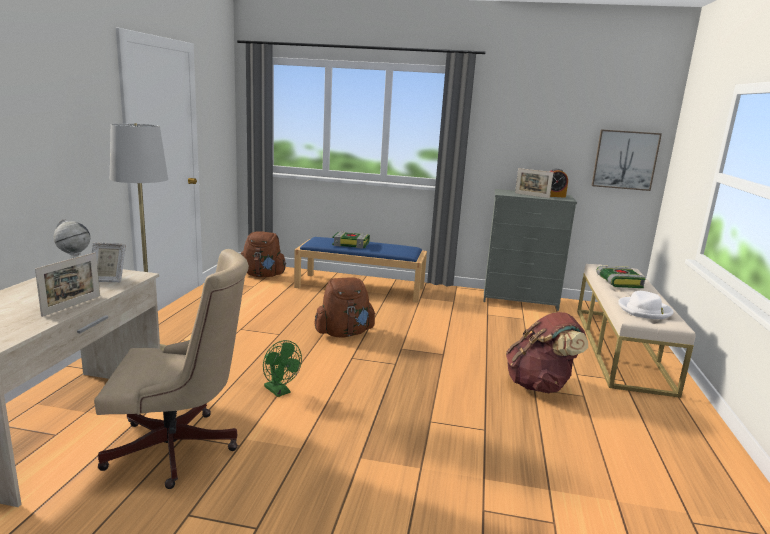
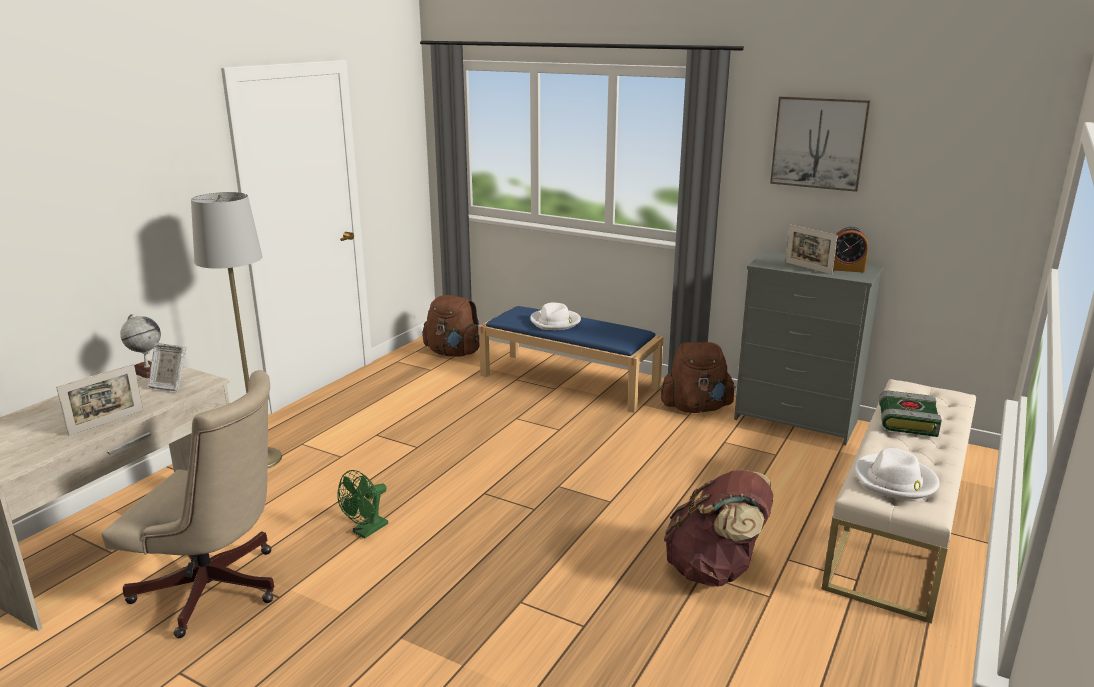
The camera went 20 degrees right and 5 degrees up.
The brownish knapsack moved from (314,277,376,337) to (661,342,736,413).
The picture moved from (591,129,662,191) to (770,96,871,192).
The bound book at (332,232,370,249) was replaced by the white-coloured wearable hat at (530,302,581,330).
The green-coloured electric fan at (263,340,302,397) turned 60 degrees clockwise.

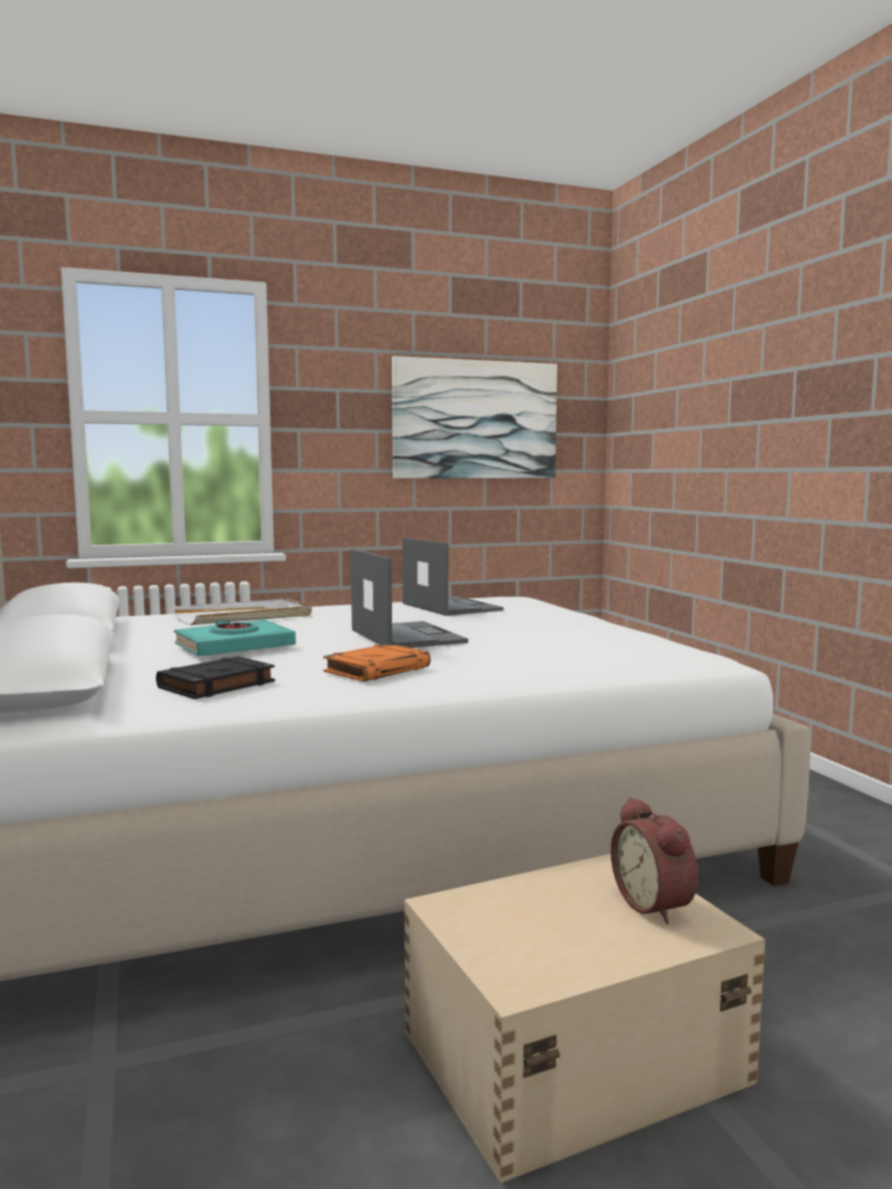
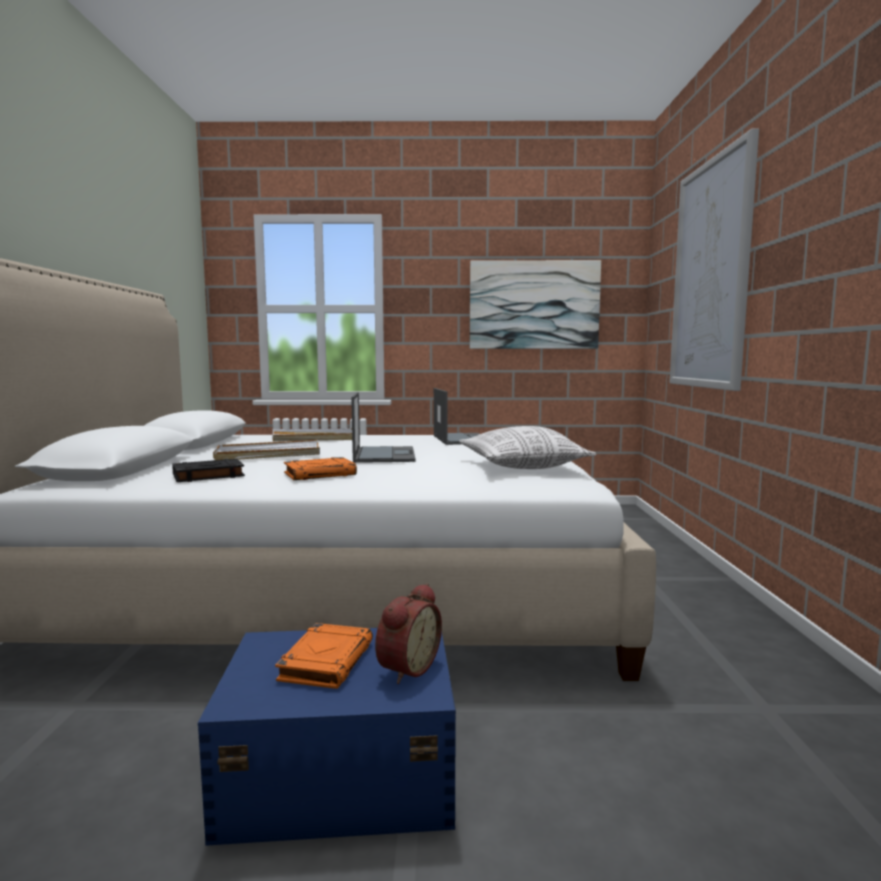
The camera went 20 degrees right and 0 degrees up.
The orange-coloured bound book at (275,623,373,689) appeared.
The throw pillow at (459,426,596,469) appeared.
The picture at (669,129,759,391) appeared.
The blue-green bound book at (174,620,296,656) was replaced by the white-coloured carrying tray at (213,440,320,460).
The beige-coloured storage box at (404,854,765,1183) became the bluish storage box at (198,628,456,846).
The bedside clock at (611,797,698,924) turned 150 degrees counterclockwise.

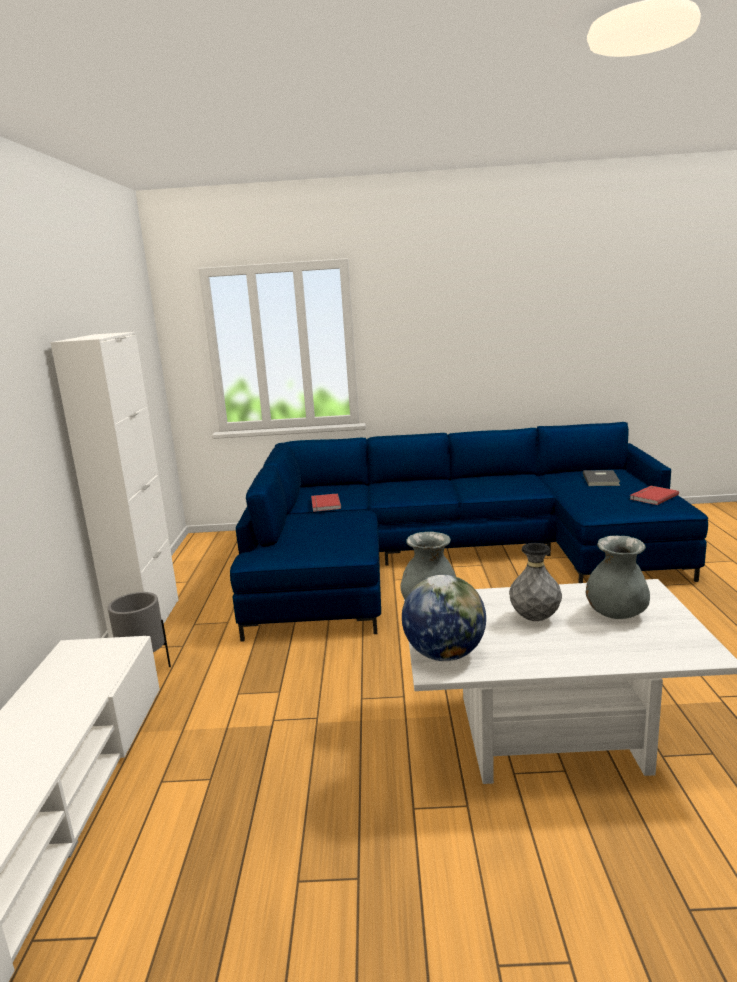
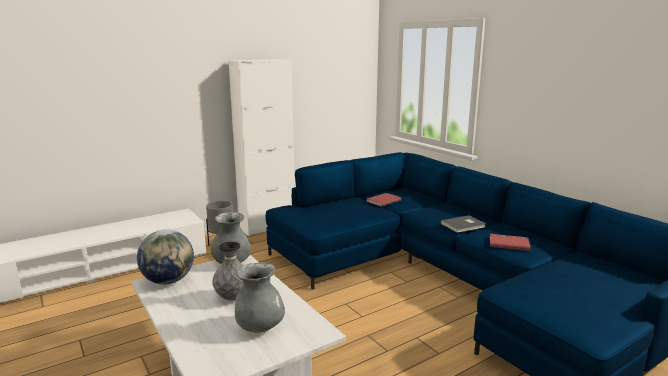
The camera went 55 degrees right and 0 degrees up.
The grey bound book moved from (583,470,620,486) to (441,215,486,233).
The reddish bound book moved from (630,486,679,505) to (490,234,531,251).

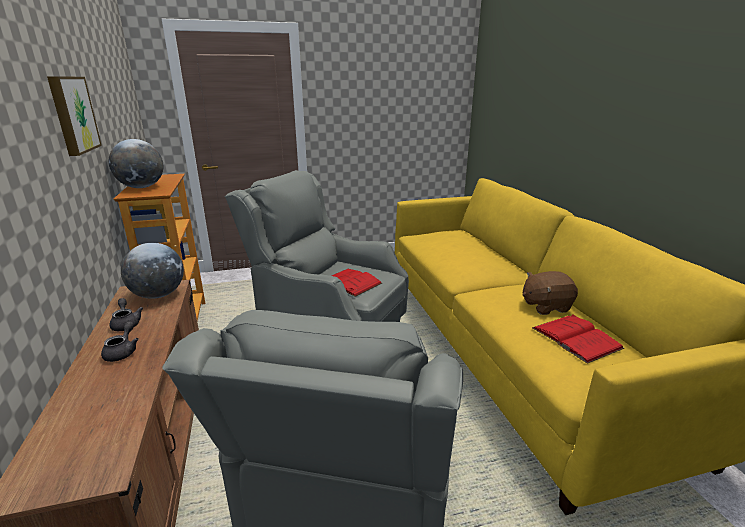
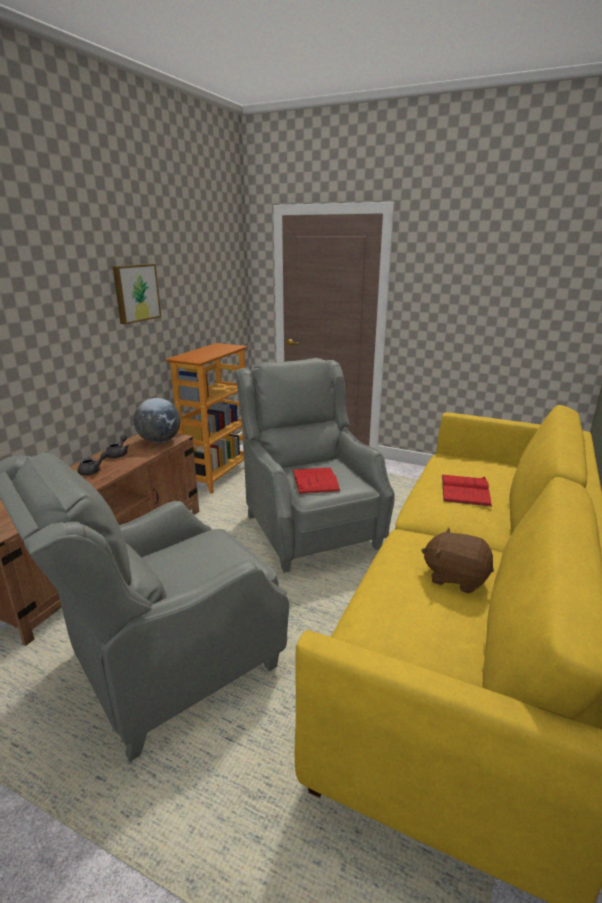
The camera went 40 degrees right and 0 degrees up.
The desk globe at (109,139,163,188) disappeared.
The reddish bound book moved from (532,314,624,364) to (442,475,492,507).

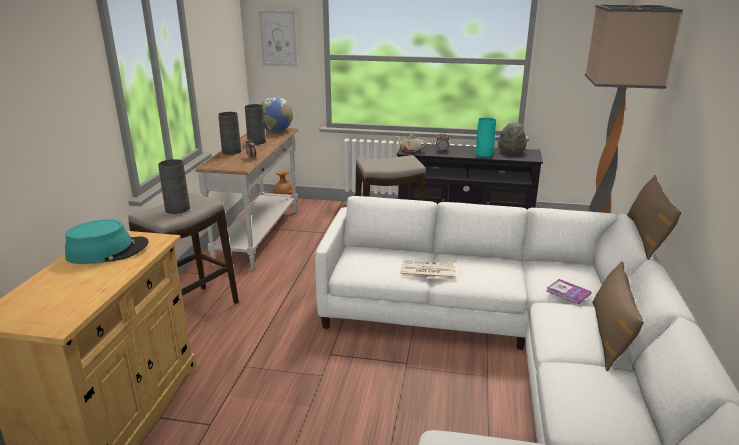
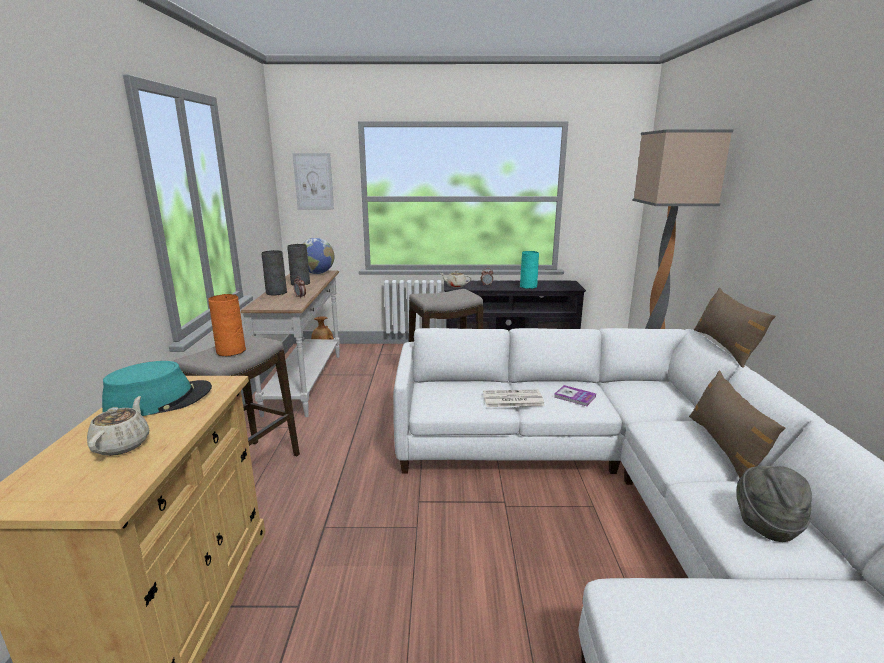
The camera went 10 degrees left and 5 degrees down.
The beige-coloured pot for tea at (87,396,149,456) appeared.
The grey wearable hat moved from (498,122,527,155) to (736,466,812,542).
The bound book moved from (547,279,592,304) to (555,385,596,406).
The grey decorative vase at (158,159,190,214) became the orange-coloured decorative vase at (208,294,246,357).

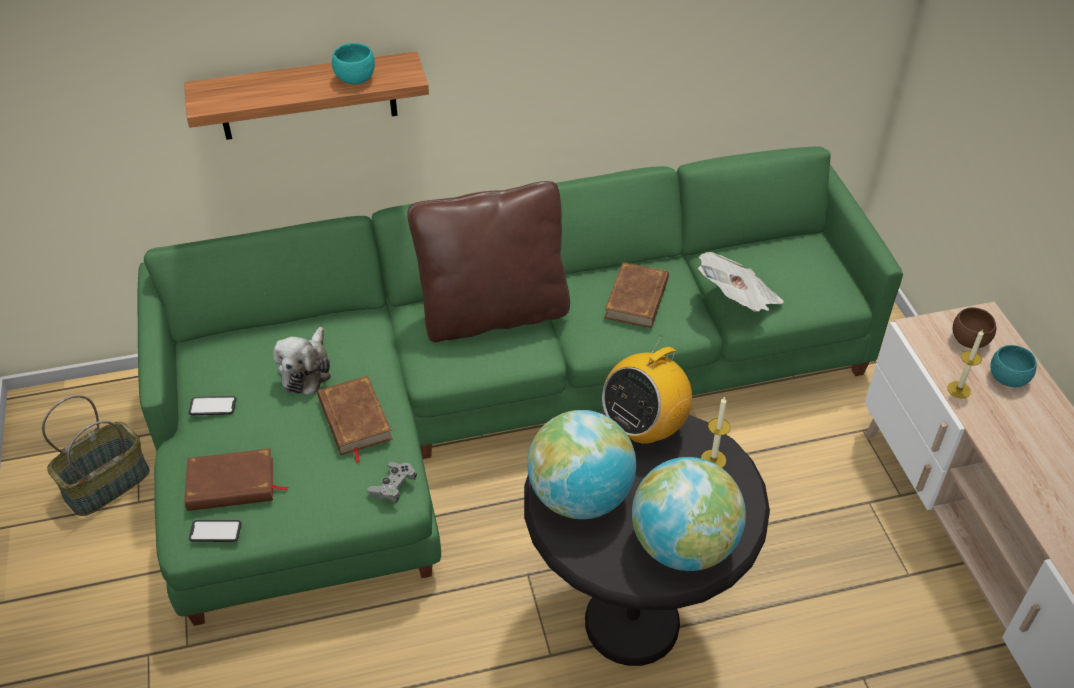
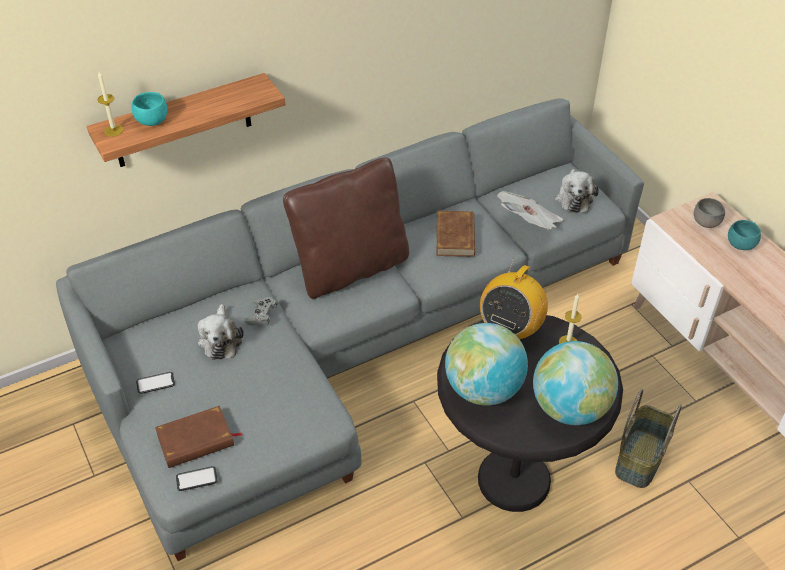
The camera went 15 degrees left and 0 degrees up.
The brownish bound book at (317,376,393,463) disappeared.
The plush toy at (555,169,599,213) appeared.
The storage basket moved from (42,395,150,516) to (615,389,682,488).
The blue-green bowl moved from (332,43,375,84) to (132,92,167,126).
The grey gamepad moved from (367,462,417,503) to (245,297,277,326).
The candle moved from (947,329,984,399) to (98,71,123,137).
The green-coloured couch at (138,147,903,626) became the grey couch at (56,98,644,561).
The brownish bowl at (953,307,996,348) became the grey bowl at (694,198,725,228).

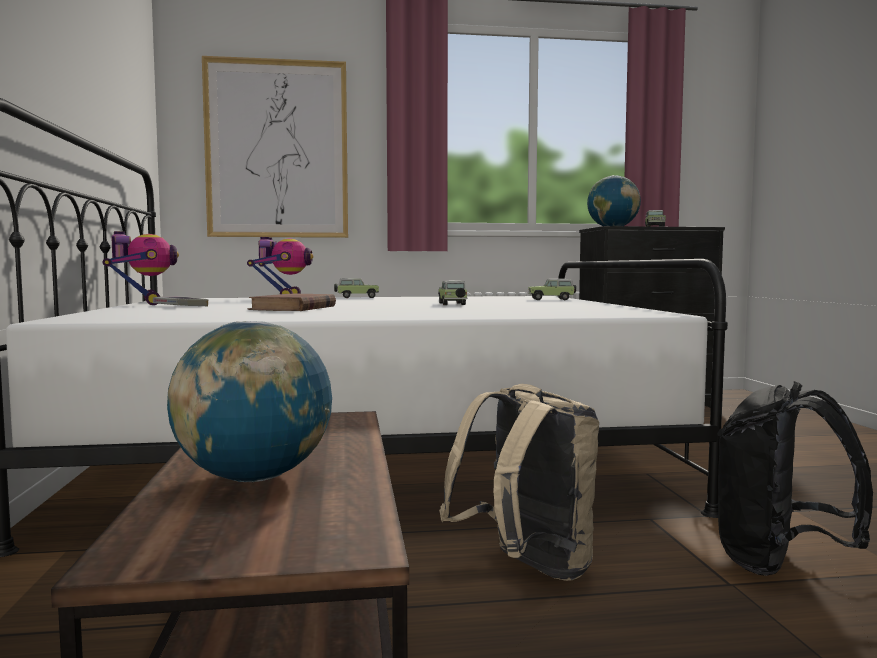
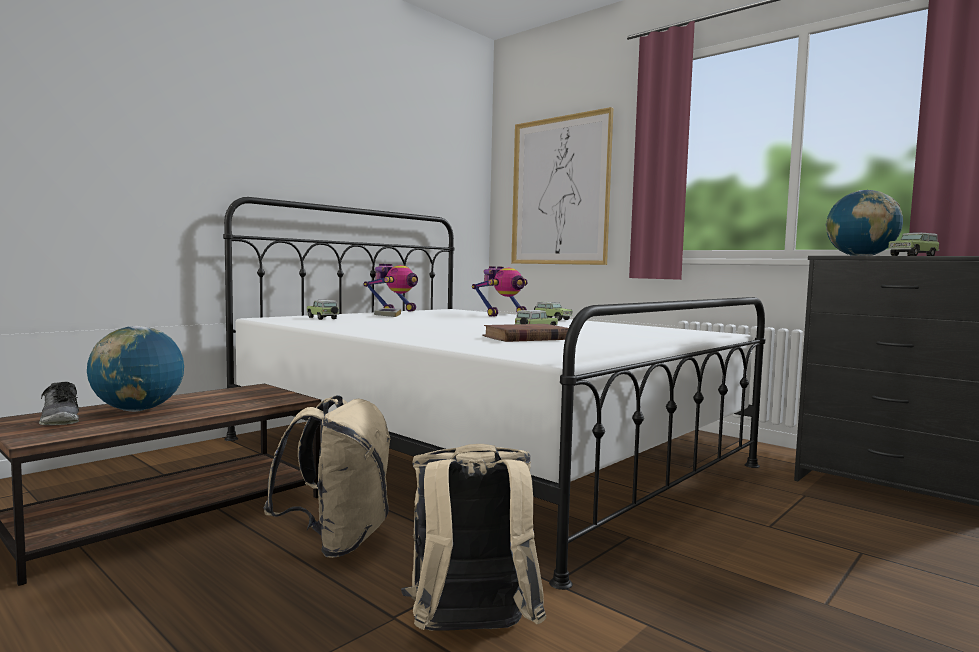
The camera went 50 degrees right and 0 degrees up.
The shoe at (39,382,79,425) appeared.
The brownish bound book moved from (247,294,336,311) to (482,324,569,342).
The toy car moved from (528,279,576,300) to (307,300,340,320).
The black-coloured knapsack at (718,381,873,576) became the beige-coloured knapsack at (401,444,547,631).

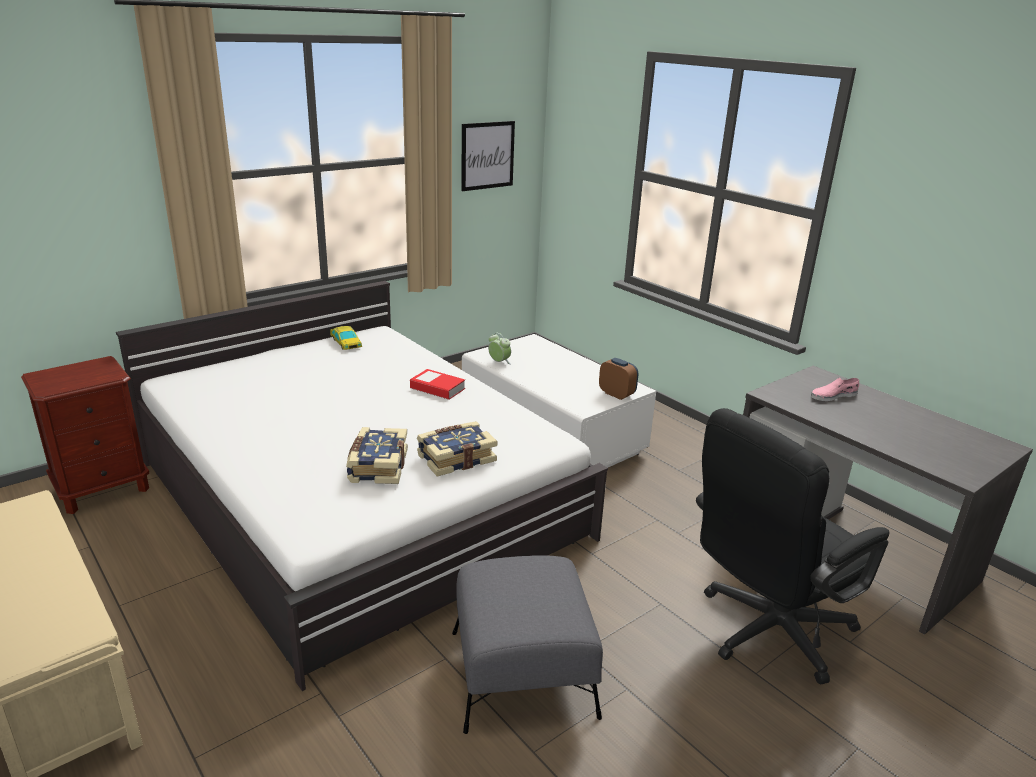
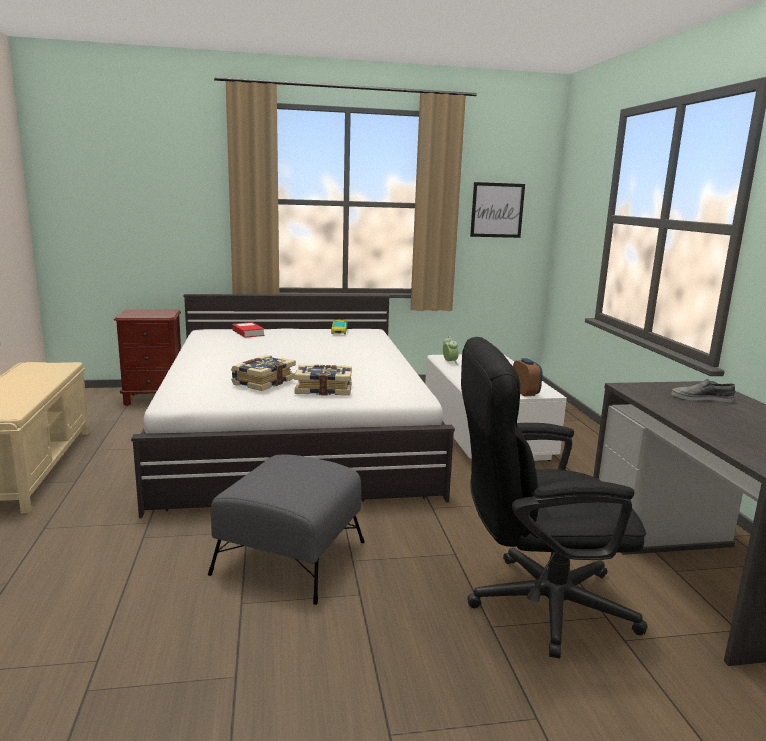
The camera went 30 degrees right and 10 degrees down.
The bound book moved from (410,369,465,400) to (233,322,265,338).
The pink-coloured shoe at (811,378,859,401) became the grey shoe at (671,379,735,402).

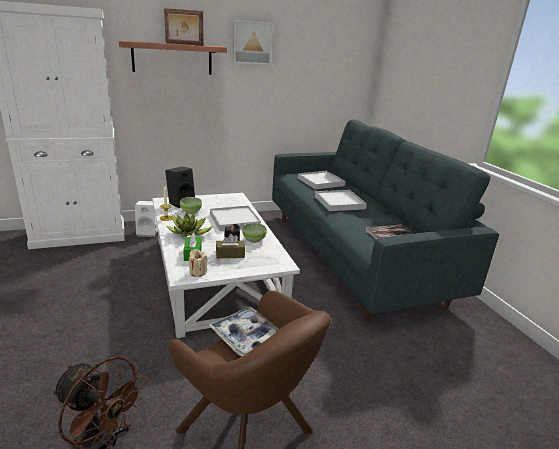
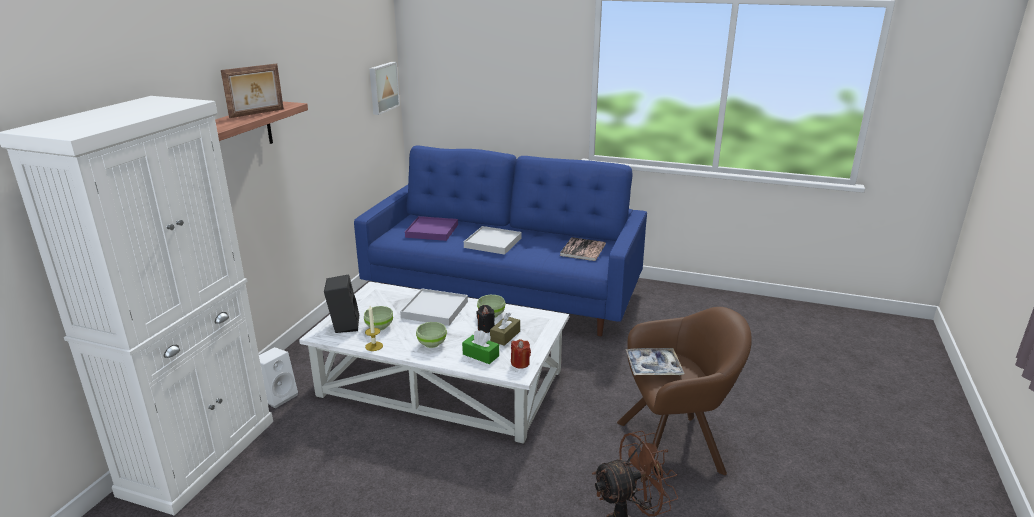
The camera went 50 degrees left and 0 degrees up.
The picture moved from (233,20,273,65) to (369,62,400,115).
The plant in a pot at (167,212,213,237) was replaced by the green-coloured bowl at (416,322,447,348).
The beige-coloured candle at (189,249,207,277) became the reddish candle at (511,339,531,369).
The grey couch at (272,119,499,322) became the bluish couch at (354,146,647,336).
The white-coloured carrying tray at (298,171,345,190) became the purple-coloured carrying tray at (405,216,458,241).

